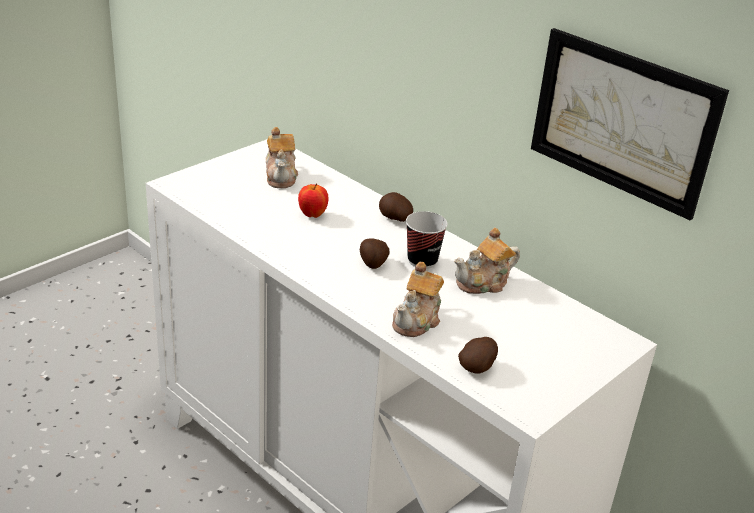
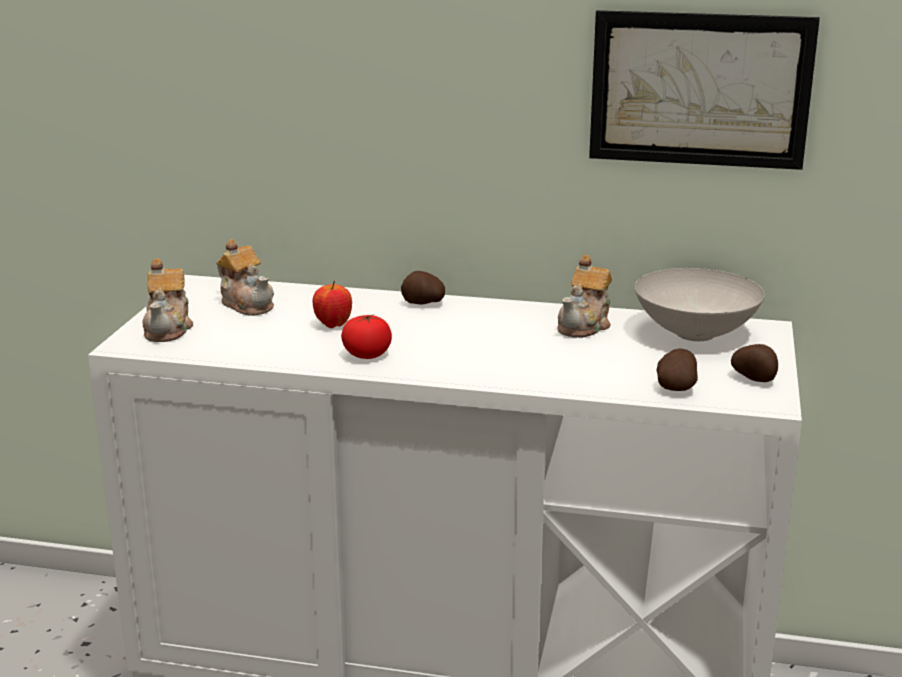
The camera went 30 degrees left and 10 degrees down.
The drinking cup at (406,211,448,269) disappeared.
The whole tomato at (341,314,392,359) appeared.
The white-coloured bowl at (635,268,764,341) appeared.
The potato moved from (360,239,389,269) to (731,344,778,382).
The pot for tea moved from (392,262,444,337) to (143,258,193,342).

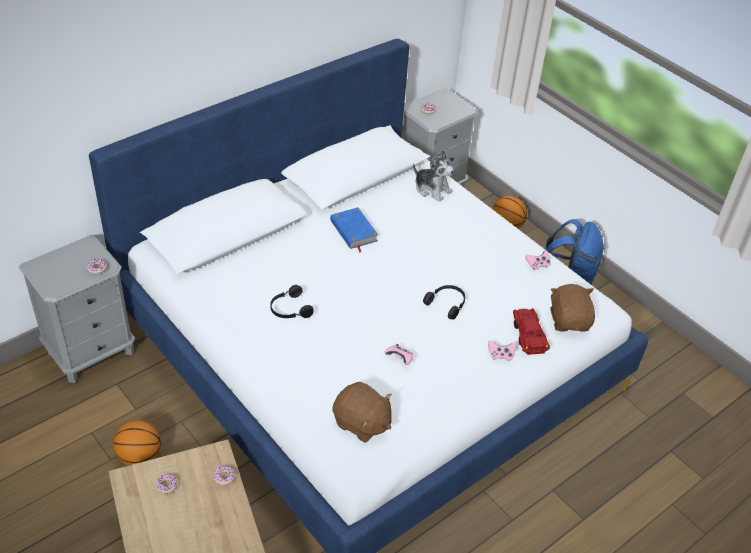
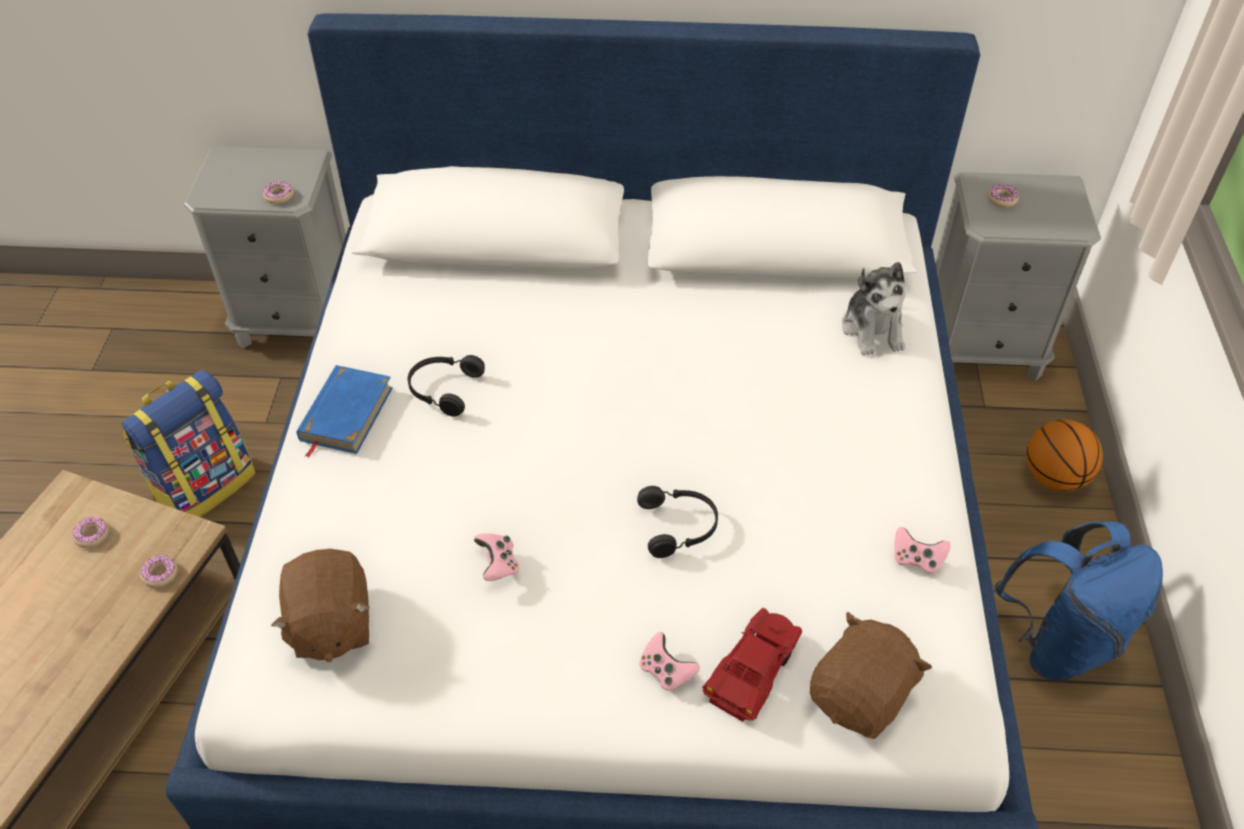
The camera went 45 degrees right and 5 degrees up.
The bluish bound book moved from (330,207,378,253) to (297,365,393,458).
The basketball ball at (113,419,161,465) was replaced by the knapsack at (121,370,256,517).

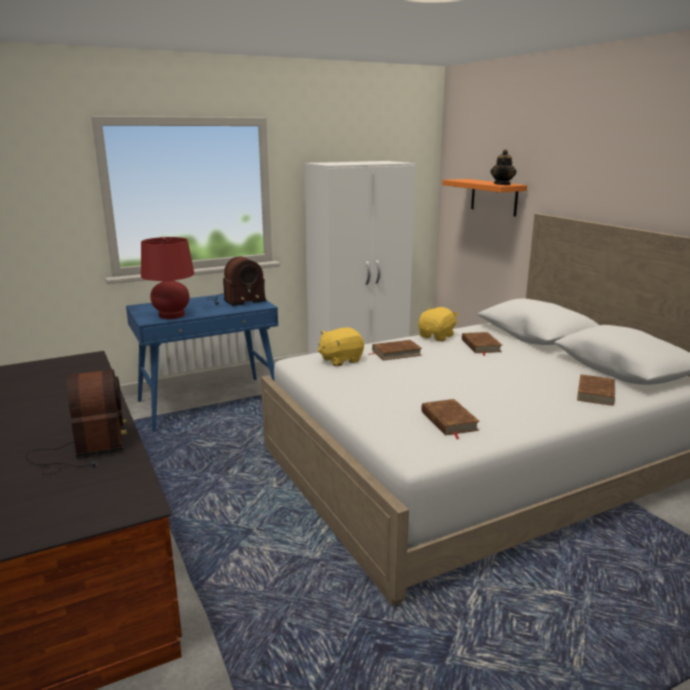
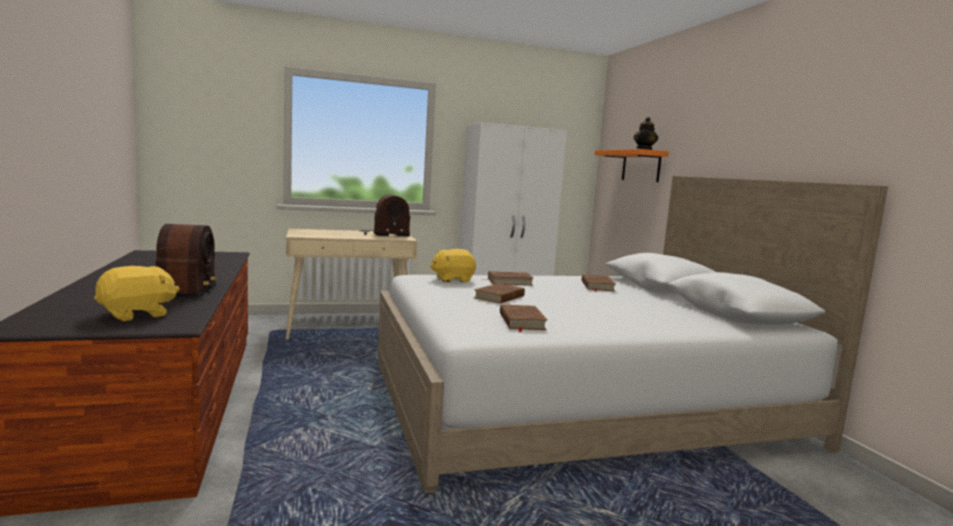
The camera went 10 degrees right and 10 degrees down.
The reddish table lamp at (141,237,194,319) disappeared.
The yellowish plush toy moved from (418,307,458,341) to (94,266,180,321).
The brownish bound book moved from (577,374,615,406) to (474,283,525,304).
The bluish desk table at (126,294,278,432) became the beige-coloured desk table at (285,229,417,339).

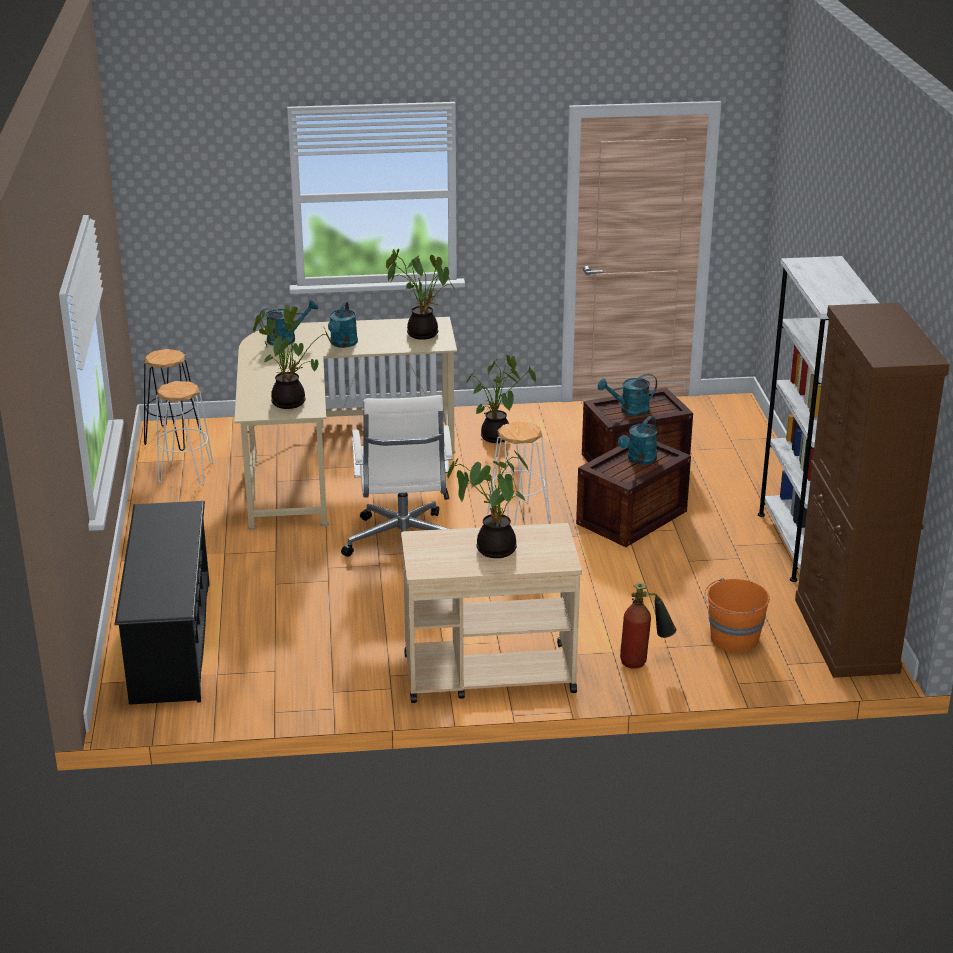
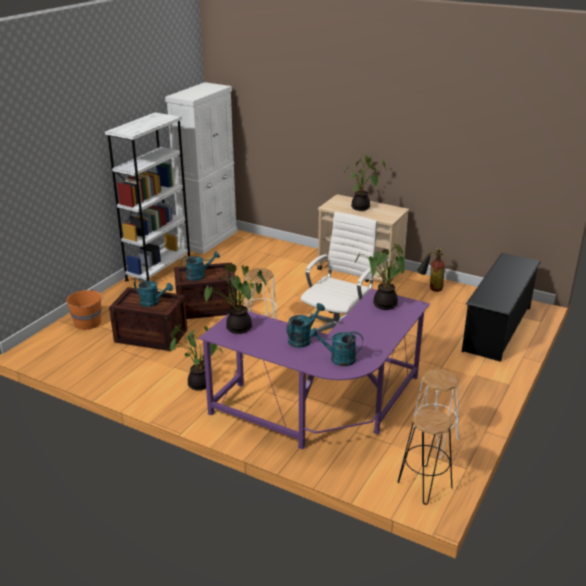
The camera went 145 degrees left and 0 degrees up.
The fire-fighting cylinder moved from (620,582,676,669) to (417,248,445,292).
The orange-coloured bucket moved from (704,578,770,653) to (66,289,103,330).
The beige-coloured desk table at (234,317,457,530) became the purple-coloured desk table at (199,288,430,449).
The brownish cupboard at (795,302,950,678) became the white-coloured cupboard at (165,82,237,254).

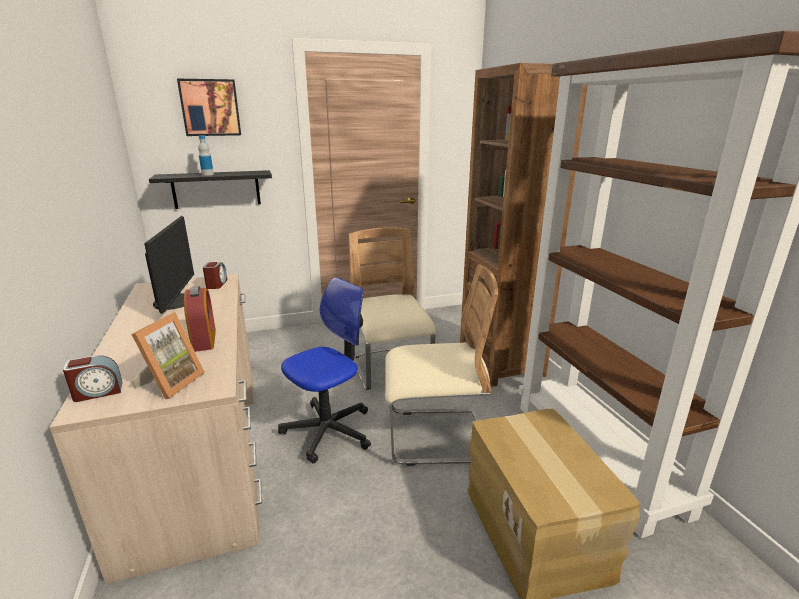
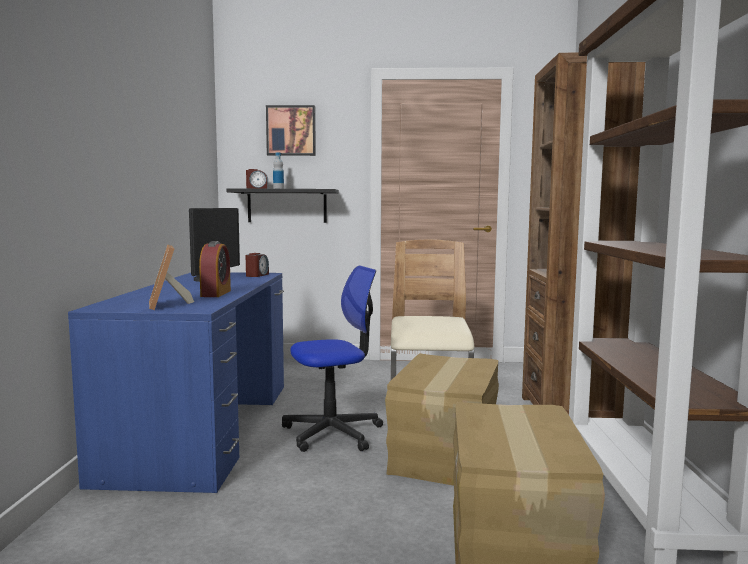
The camera went 20 degrees right and 15 degrees down.
The bedside clock moved from (63,355,123,402) to (246,169,268,189).
The beige-coloured chair at (385,265,498,466) was replaced by the cardboard box at (385,353,499,486).
The beige-coloured desk table at (49,274,262,584) became the bluish desk table at (68,272,284,493).
The photo frame at (131,312,205,399) turned 120 degrees clockwise.

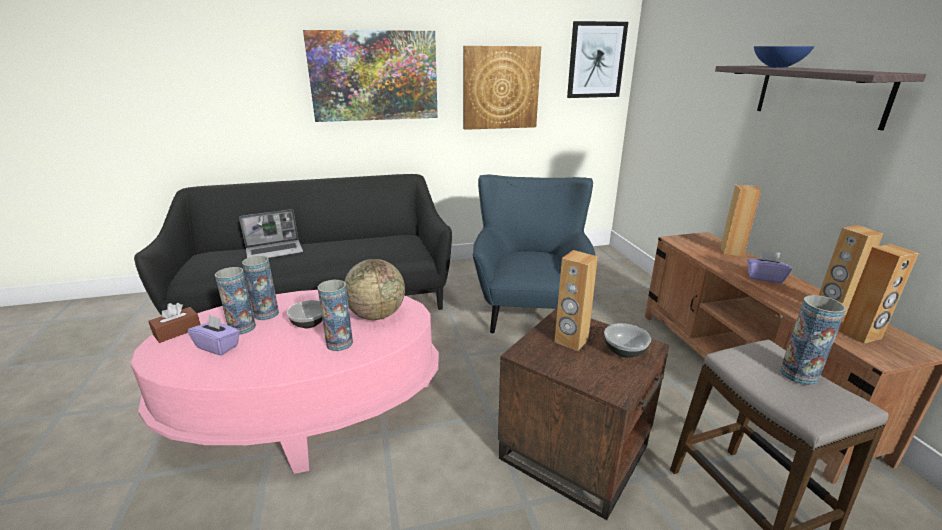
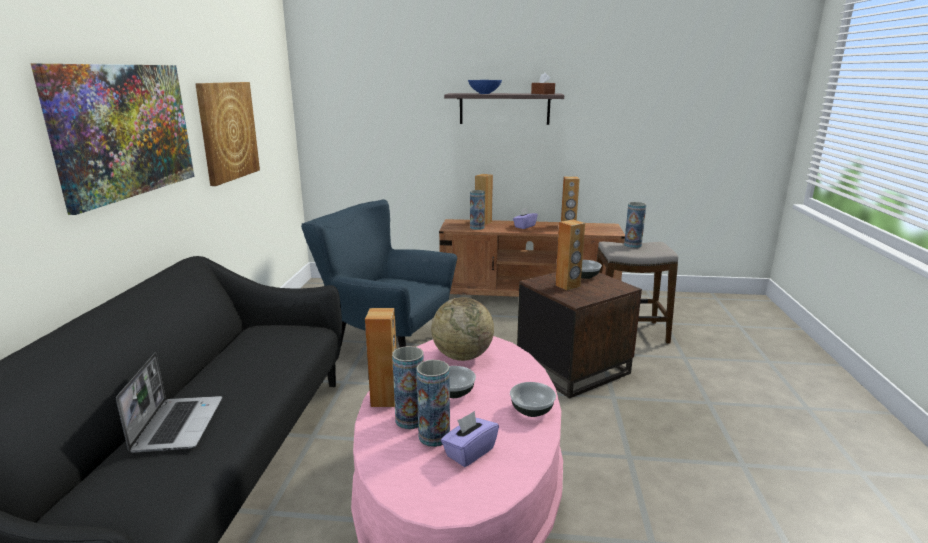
The camera went 70 degrees left and 5 degrees down.
The picture at (567,21,628,98) disappeared.
The bowl at (510,382,556,417) appeared.
The brownish tissue holder moved from (149,303,200,343) to (531,72,555,94).
The decorative vase moved from (318,280,353,351) to (470,190,485,230).
The brownish speaker moved from (840,244,919,343) to (365,308,396,407).

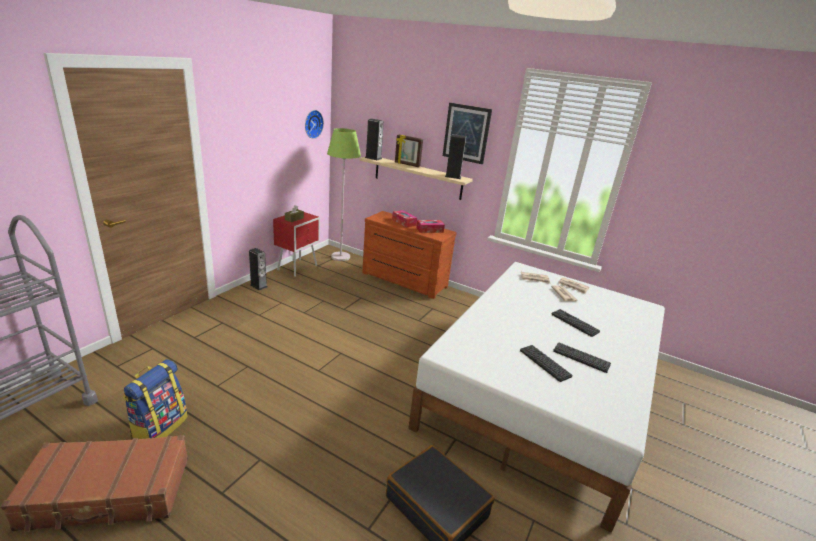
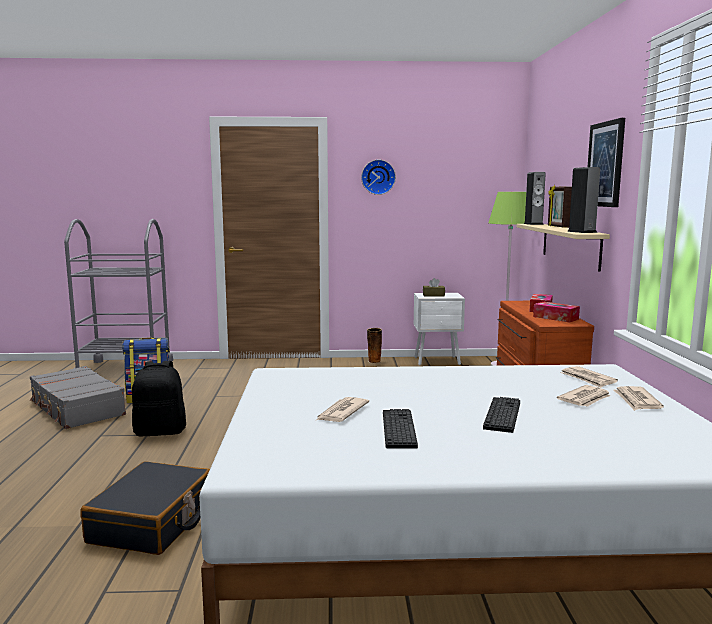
The camera went 60 degrees right and 15 degrees down.
The black-coloured knapsack at (132,361,186,436) appeared.
The wall clock moved from (305,110,324,139) to (361,160,396,195).
The speaker at (249,248,267,290) was replaced by the decorative vase at (367,328,382,363).
The keyboard at (520,345,573,382) was replaced by the printed paper at (317,397,369,422).
The brownish piece of luggage at (1,435,188,532) became the grey piece of luggage at (30,366,126,429).
The reddish nightstand at (273,212,320,277) became the white-coloured nightstand at (414,293,465,365).

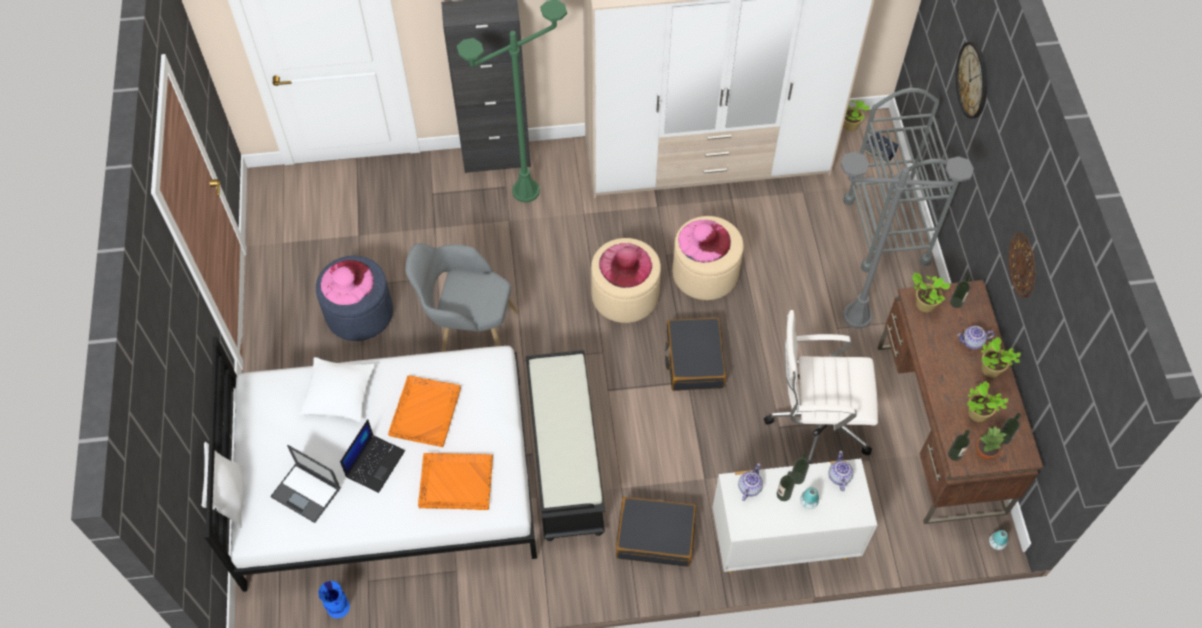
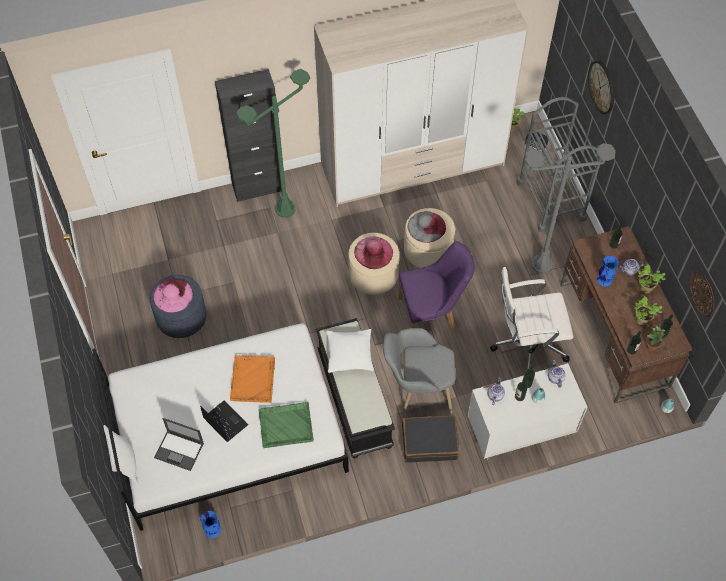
The camera went 10 degrees left and 0 degrees up.
The plant in a pot at (912,273,951,312) disappeared.
The bluish decorative vase at (597,256,619,287) appeared.
The white-coloured throw pillow moved from (299,357,375,422) to (326,329,374,373).
The grey armchair moved from (405,243,518,352) to (383,328,455,413).
The wall clock moved from (1008,233,1036,298) to (690,271,714,317).
The black-coloured piece of luggage at (665,317,726,391) was replaced by the purple-coloured chair at (398,241,475,330).
The orange-coloured carrying tray at (418,453,493,510) became the green-coloured carrying tray at (259,402,314,448).
The pink-coloured wearable hat at (678,220,731,263) became the grey wearable hat at (408,211,446,243).
The notebook computer at (340,419,405,493) turned 60 degrees counterclockwise.

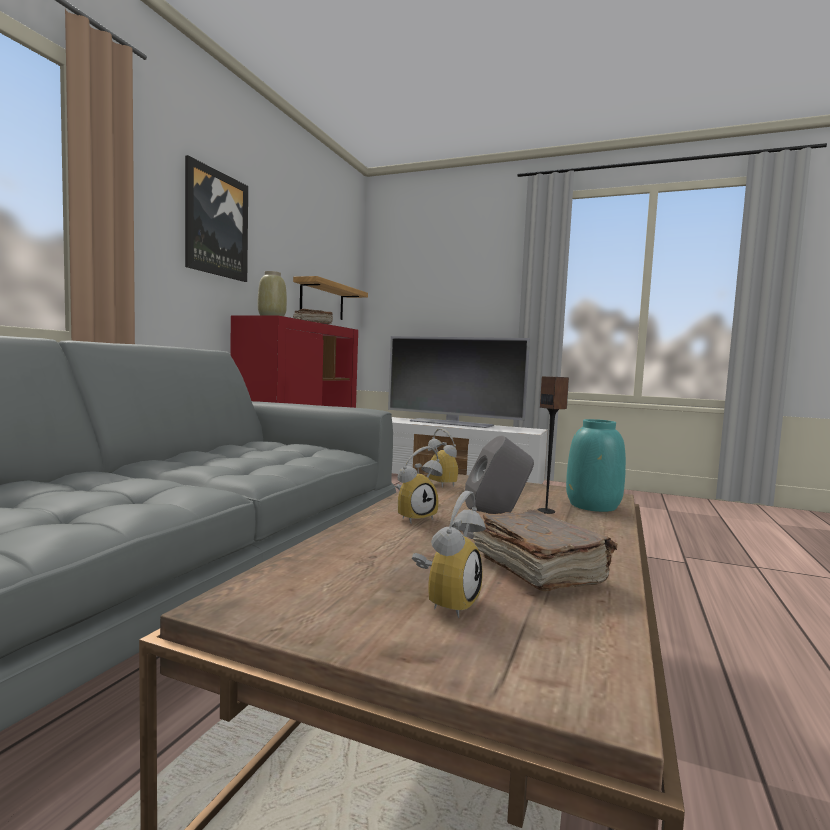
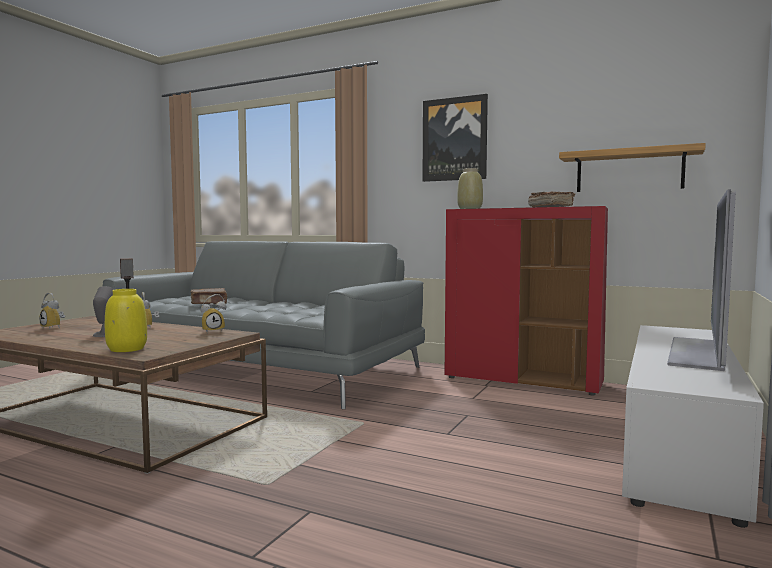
The camera went 95 degrees right and 0 degrees up.
The brownish bound book moved from (473,510,617,591) to (191,288,228,304).
The blue-green decorative vase at (566,419,626,512) became the yellowish decorative vase at (105,289,147,352).

